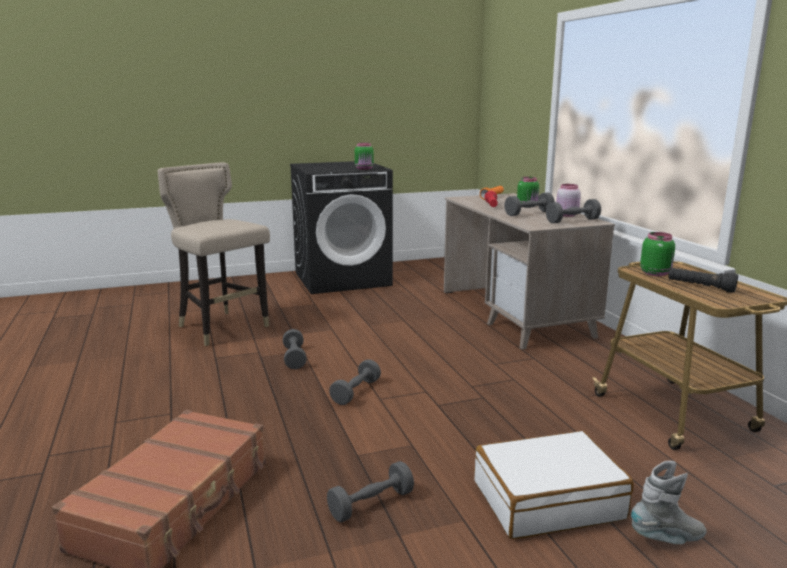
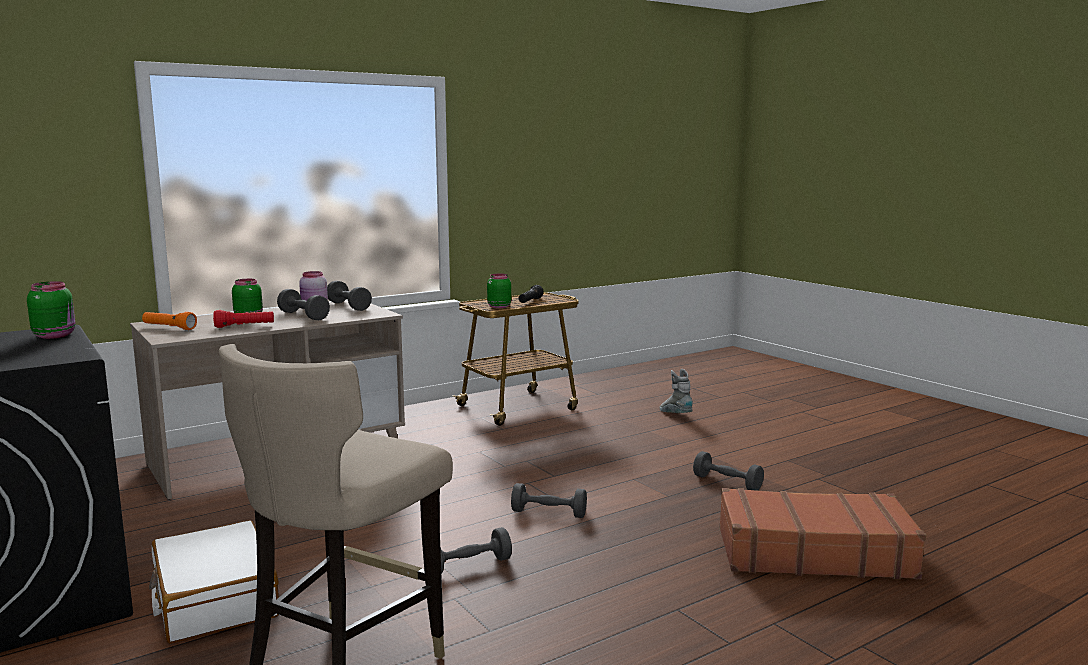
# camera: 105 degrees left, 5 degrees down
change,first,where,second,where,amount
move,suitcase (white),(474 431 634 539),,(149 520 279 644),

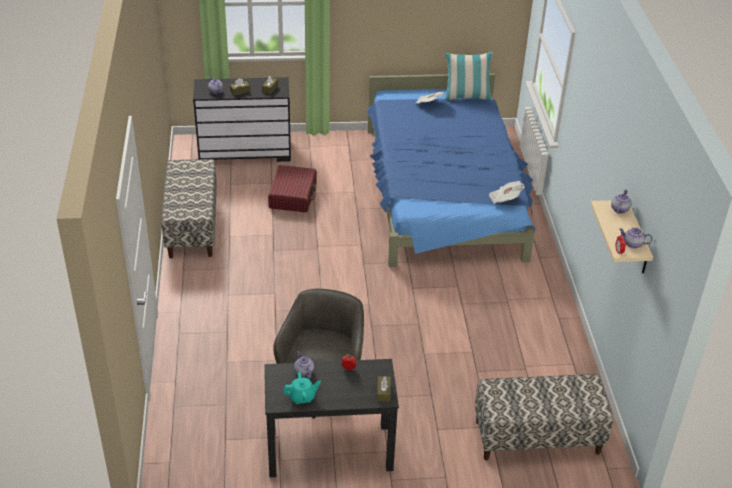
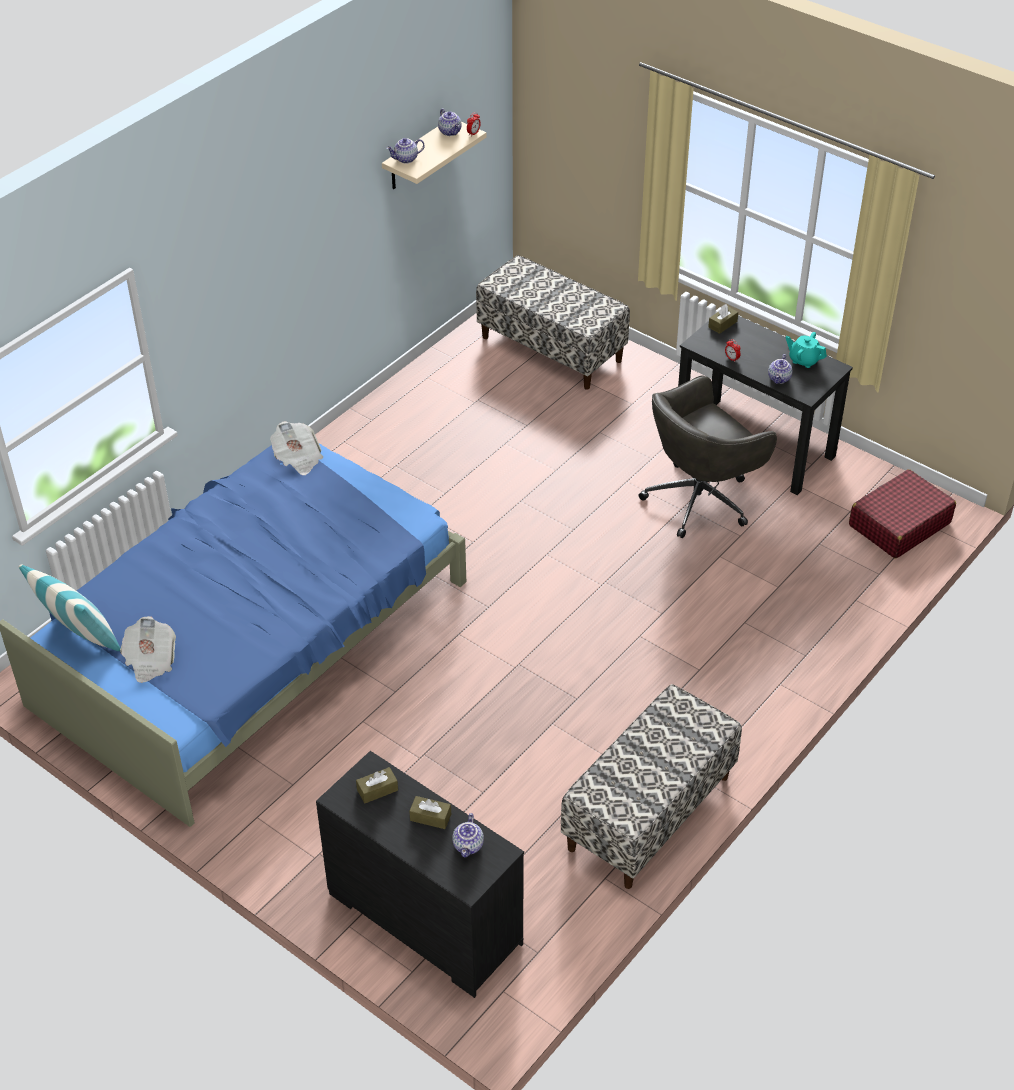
# camera: 135 degrees left, 5 degrees up
change,first,where,second,where,amount
move,suitcase (red),(268 165 317 213),,(849 469 956 558),

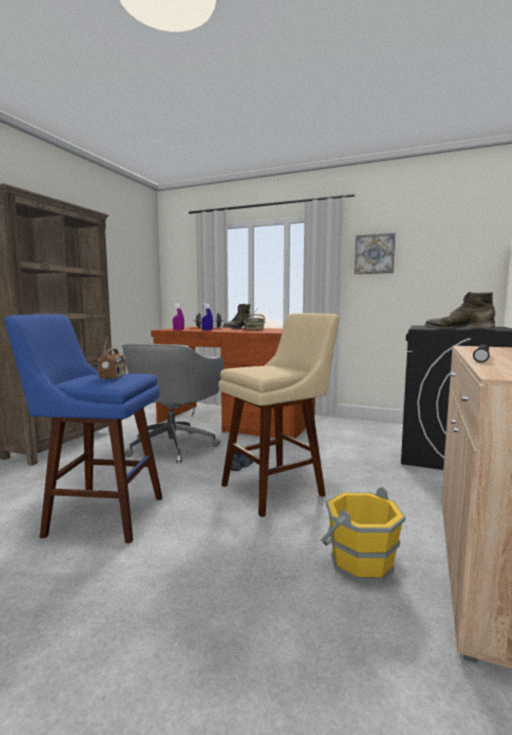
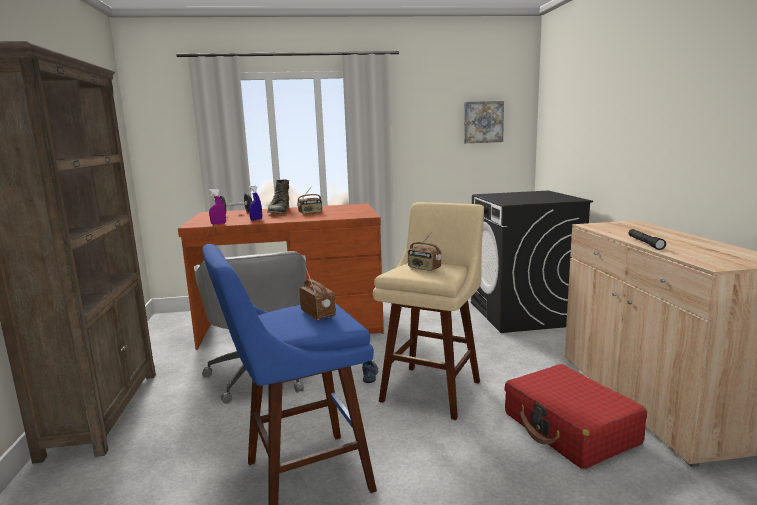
# camera: 30 degrees left, 5 degrees up
change,first,where,second,where,amount
move,picture,(354 233 395 274),,(464 101 504 143),
delete,boot (green),(424 292 495 330),,,
replace,bucket (yellow),(321 487 406 582),suitcase (red),(504 364 647 469),
insert,,,radio,(408 232 441 271),

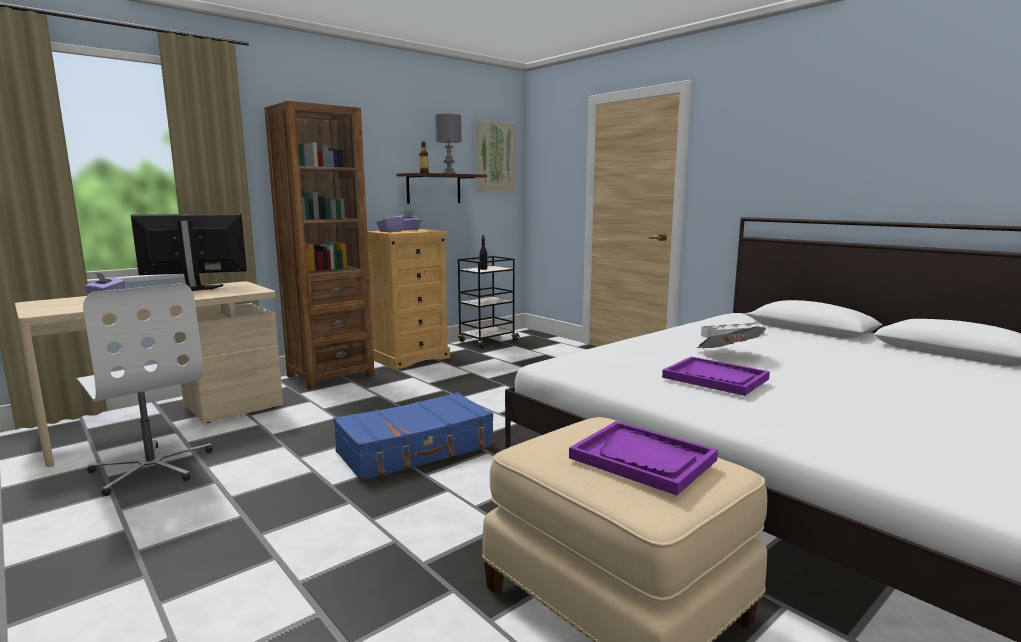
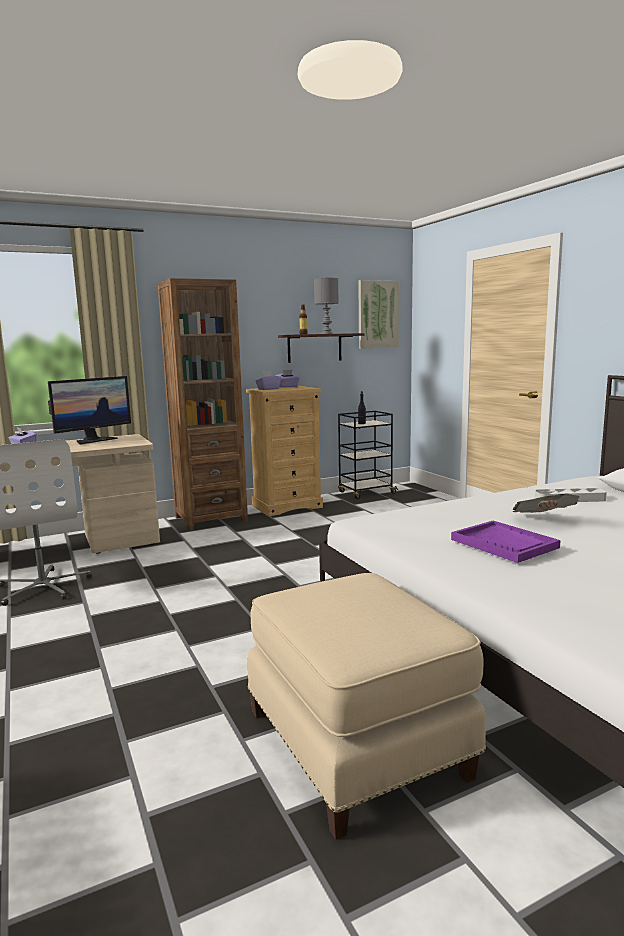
# camera: 15 degrees right, 0 degrees up
change,first,where,second,where,amount
rotate,monitor,(131 214 247 291),,(48 376 131 444),135 degrees clockwise
delete,suitcase (blue),(333 392 494 482),,,
delete,tray (purple),(569 421 718 496),,,

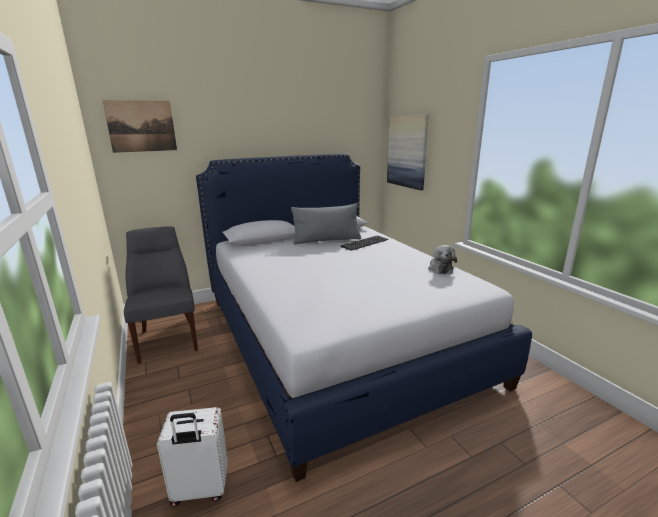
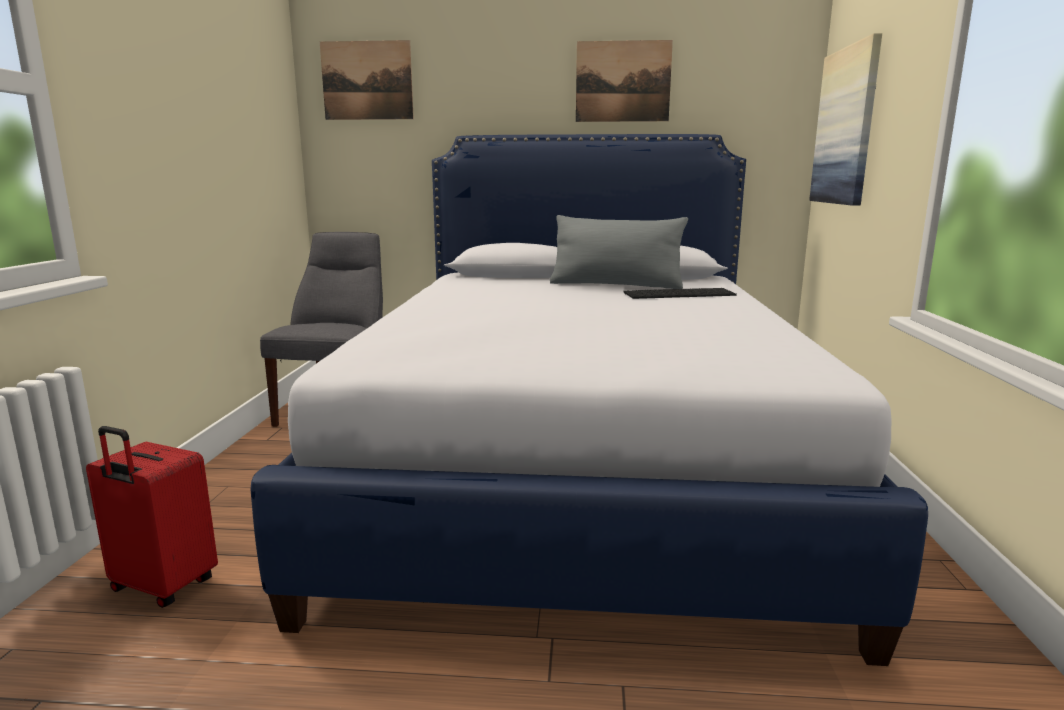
# camera: 30 degrees right, 5 degrees down
change,first,where,second,where,amount
delete,plush toy,(428 245 457 274),,,
recolor,suitcase (white),(157 407 228 507),suitcase (red),(86 426 218 608),
insert,,,picture,(576 40 673 122),

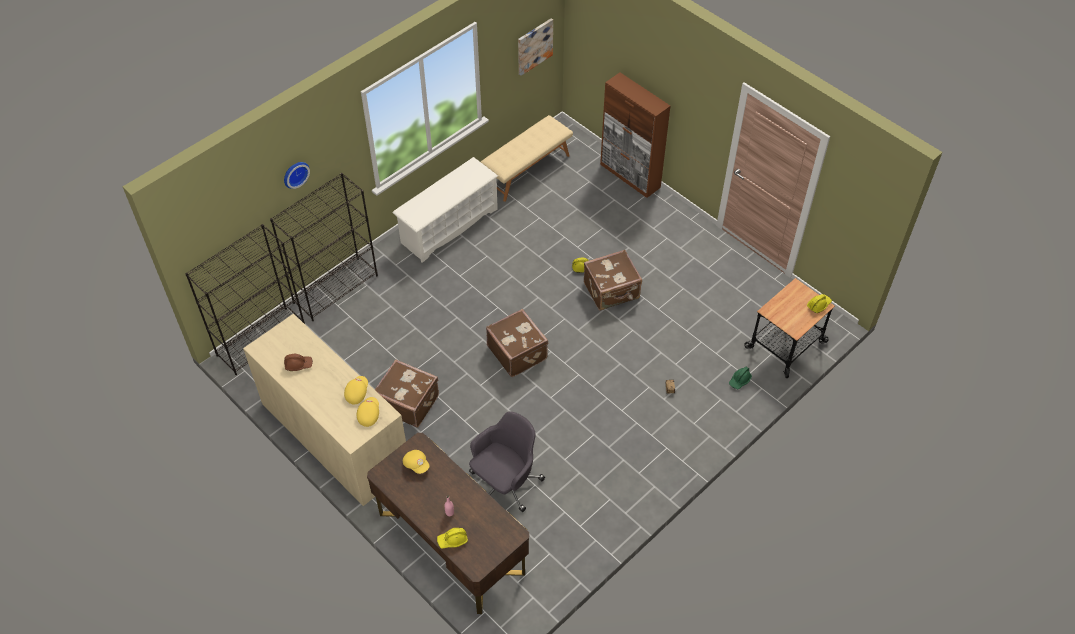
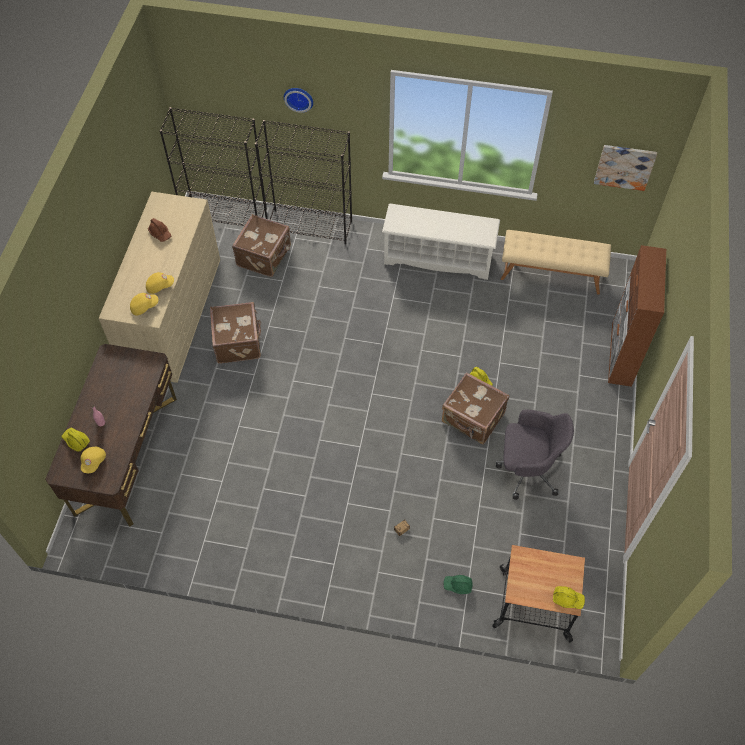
# camera: 55 degrees right, 5 degrees up
change,first,where,second,where,amount
move,suitcase (brown),(486 309 548 377),,(232 214 291 277),
move,office chair (grey),(469 411 545 512),,(496 410 574 500),
move,cap (yellow),(403 450 429 474),,(81 447 106 473),

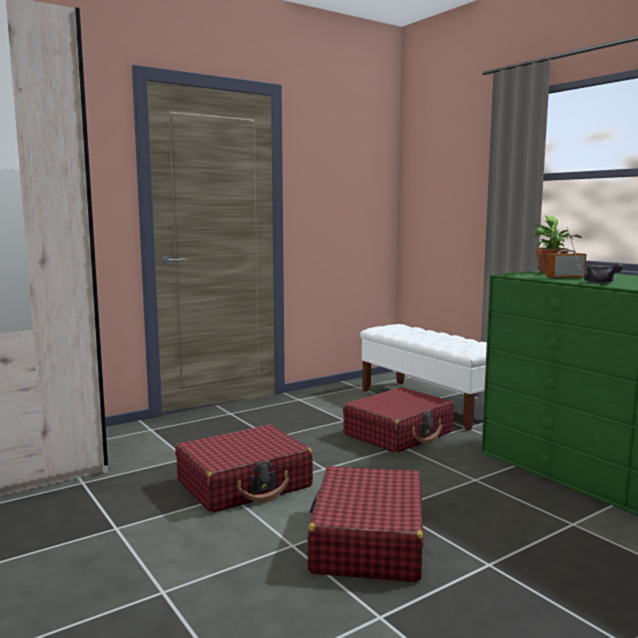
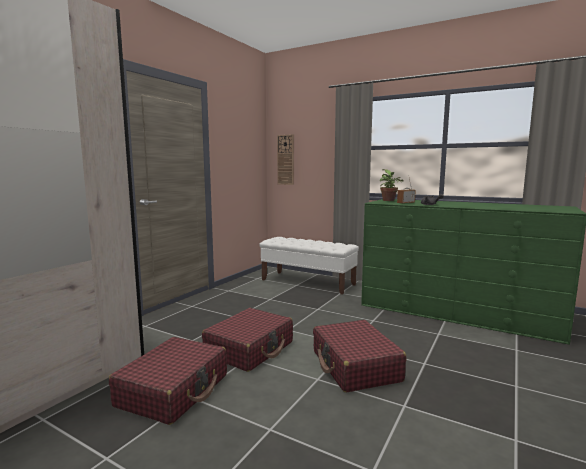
# camera: 25 degrees left, 0 degrees up
change,first,where,second,where,amount
move,suitcase (red),(343 387 454 453),,(109 337 227 425),
insert,,,wall clock,(277 134 294 185),

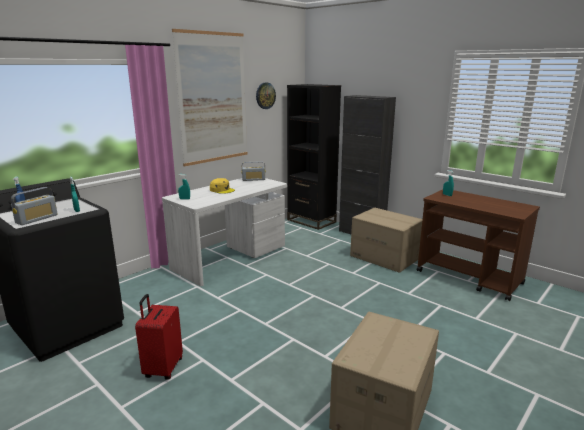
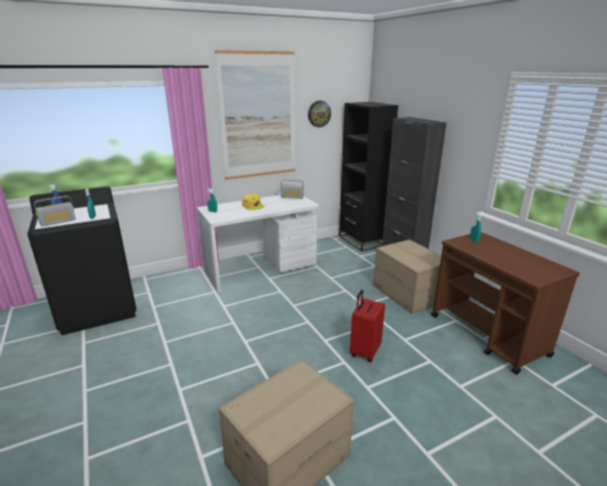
# camera: 20 degrees right, 5 degrees up
change,first,where,second,where,amount
move,suitcase (red),(135 294 183 380),,(350 290 385 362),

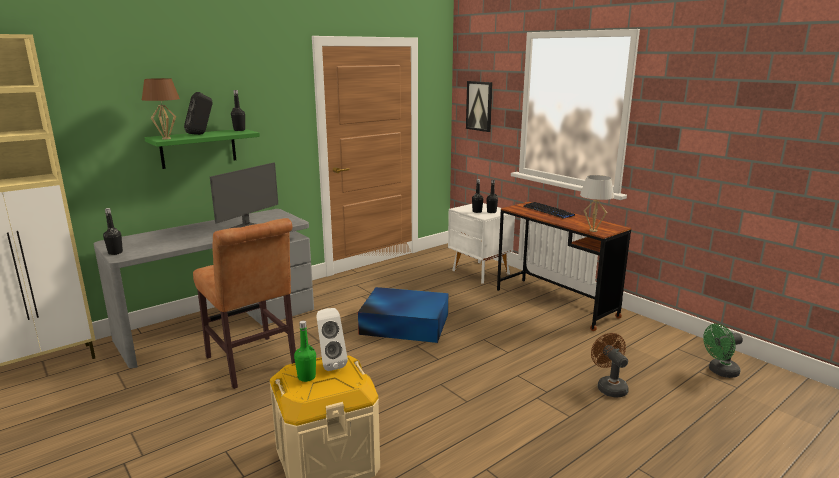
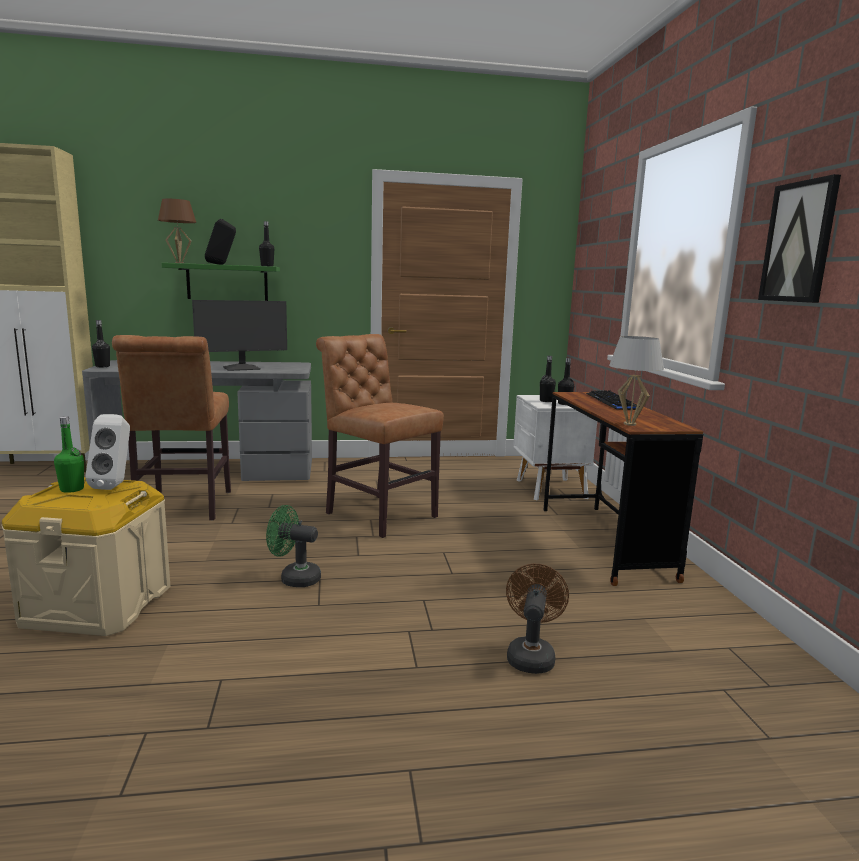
# camera: 30 degrees right, 5 degrees down
change,first,where,second,where,amount
move,picture,(466 81 493 132),,(758 174 841 303),
replace,storage box (blue),(358 287 448 343),chair (brown),(316 334 444 538),
move,fan (green),(703 323 743 378),,(266 505 321 587),

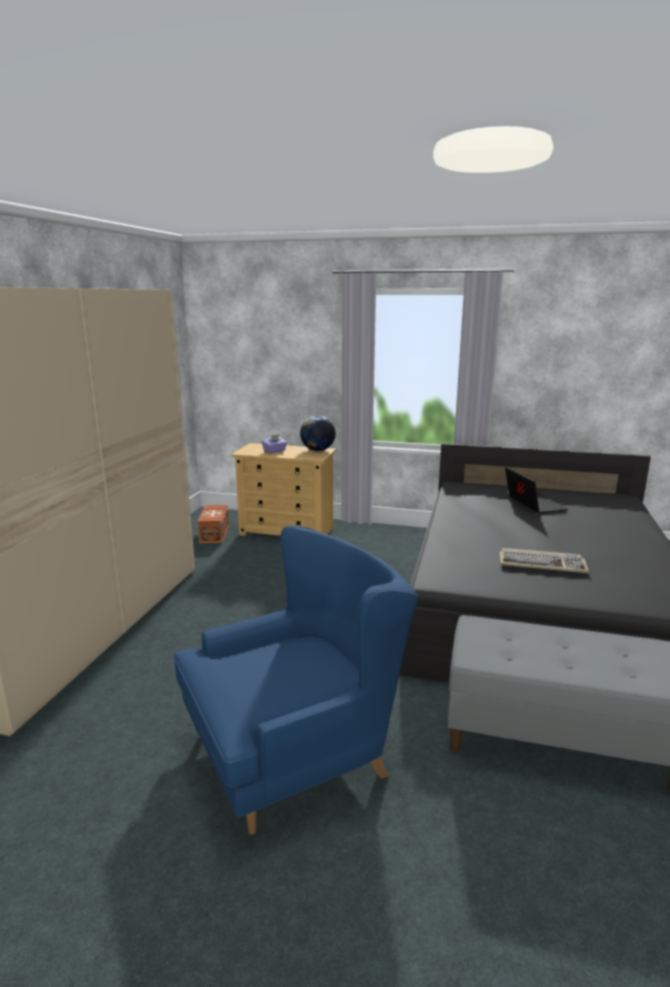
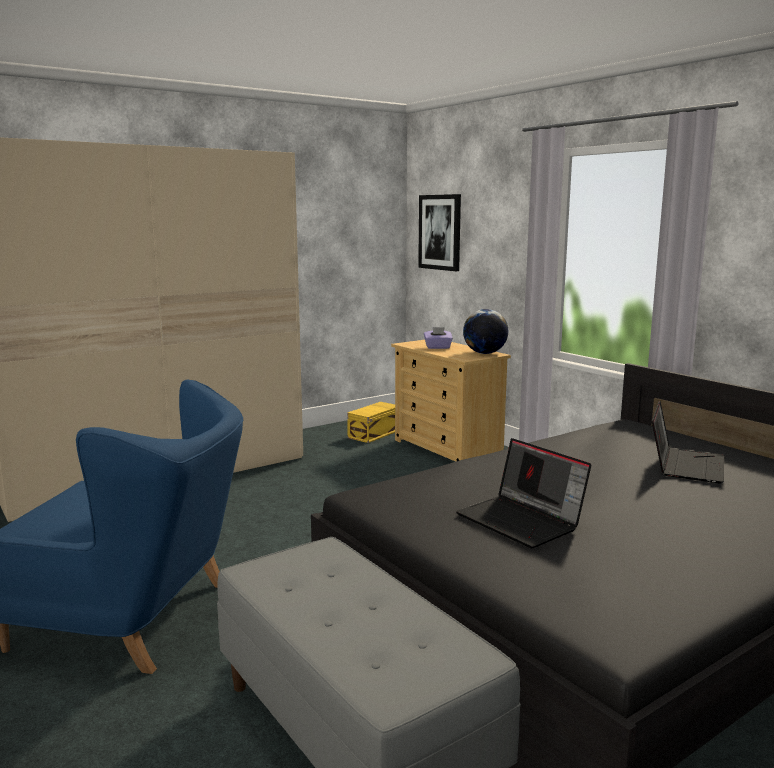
# camera: 40 degrees right, 5 degrees down
change,first,where,second,where,amount
recolor,storage box (brown),(197 505 229 543),storage box (yellow),(347 402 395 443),
replace,keyboard,(499 548 589 573),laptop,(456 438 591 548),
insert,,,picture,(418 194 461 271),

